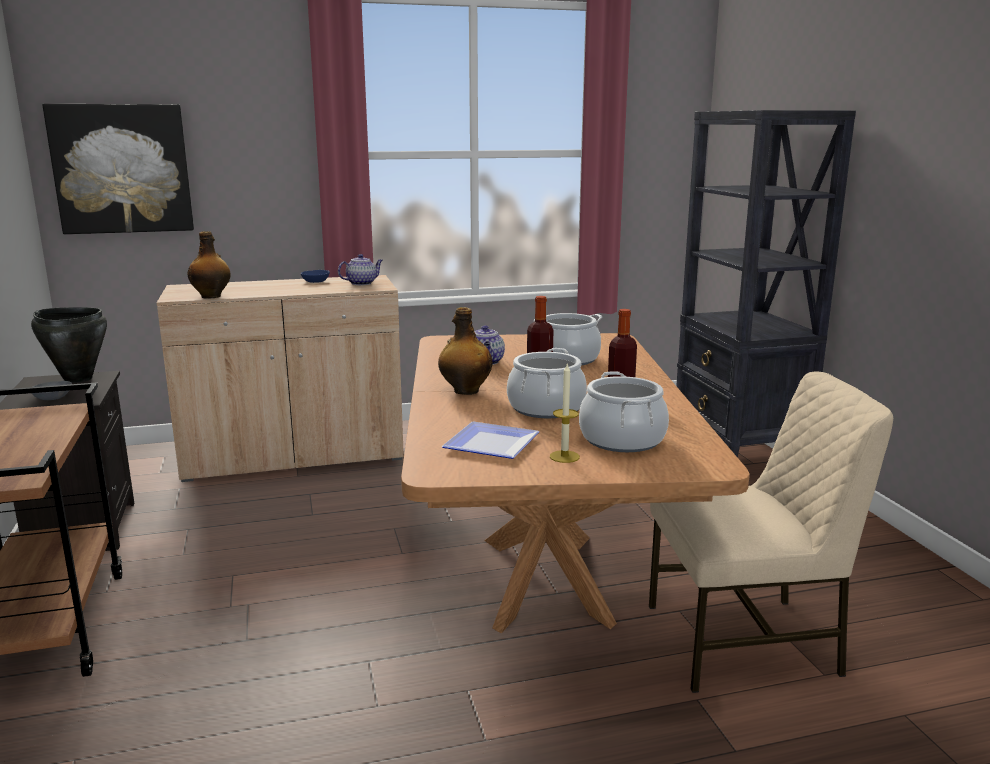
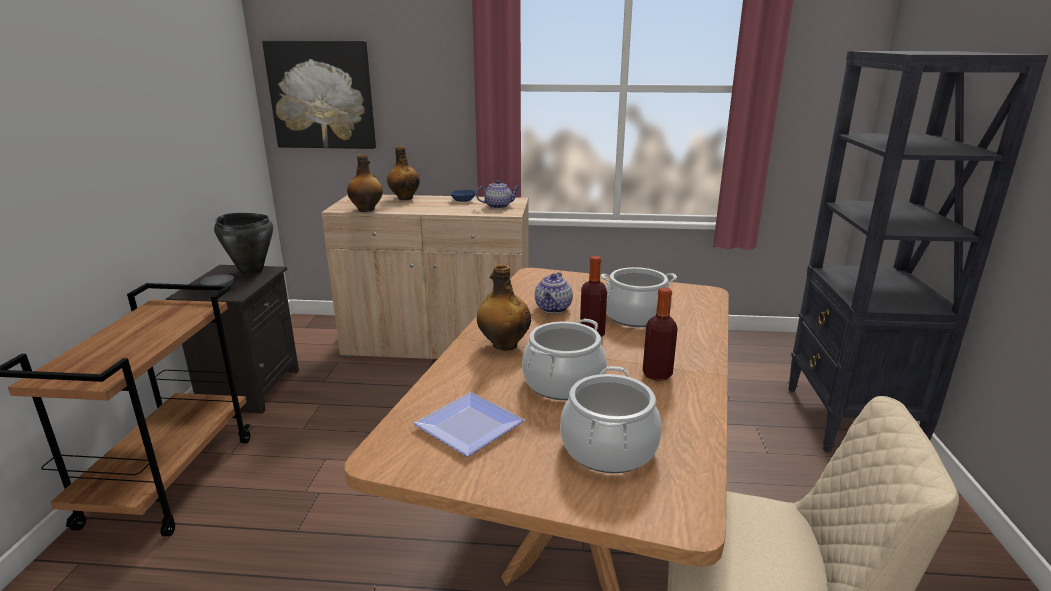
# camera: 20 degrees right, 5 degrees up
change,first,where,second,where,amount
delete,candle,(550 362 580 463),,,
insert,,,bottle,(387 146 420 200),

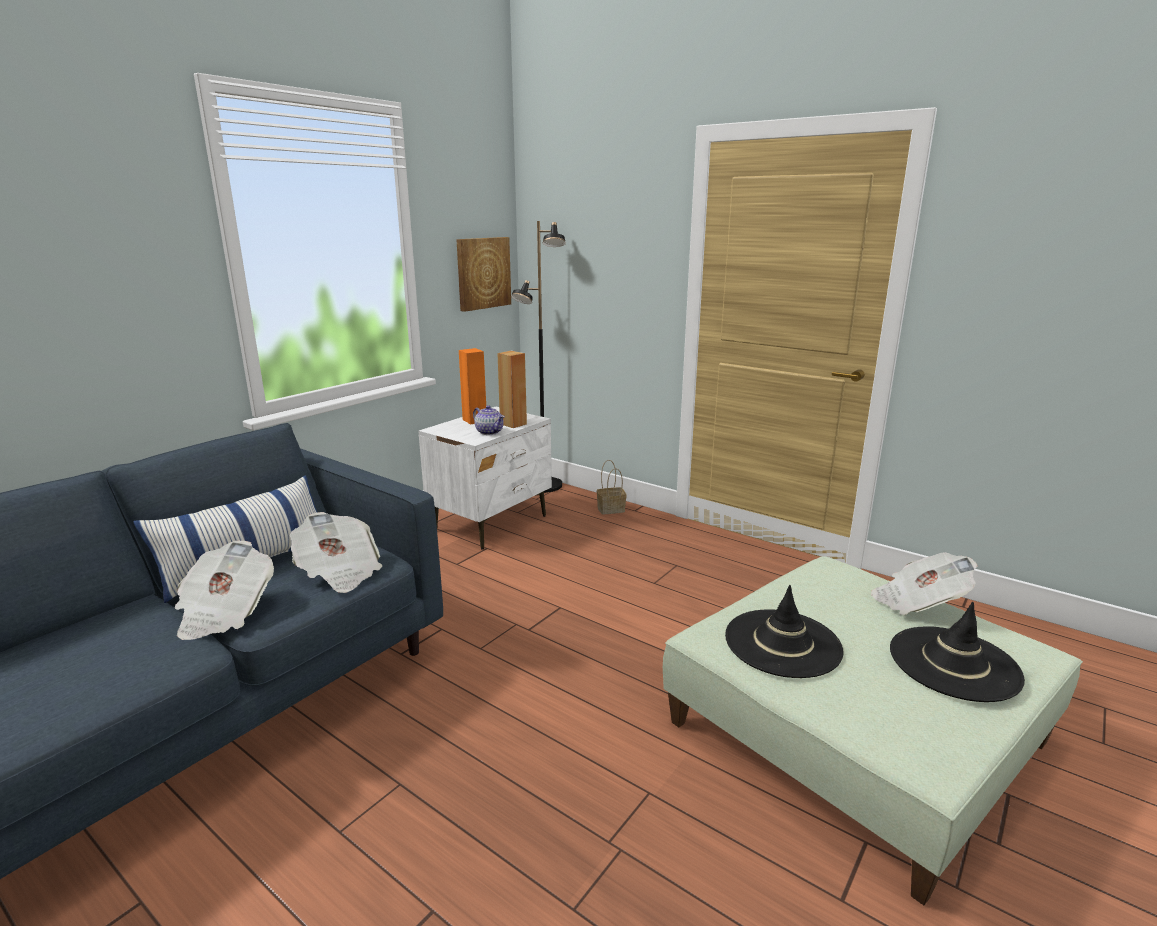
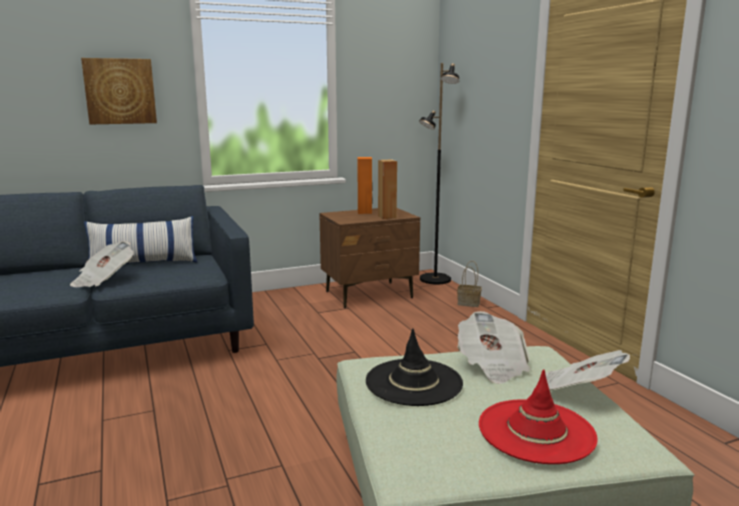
# camera: 30 degrees right, 5 degrees down
change,first,where,second,where,amount
move,picture,(456 237 511 312),,(81 58 157 124),
delete,teapot,(473 405 505 435),,,
recolor,nightstand (white),(418 407 552 549),nightstand (brown),(319 208 420 308),
move,newspaper,(290 512 382 593),,(457 311 531 384),
recolor,hat (black),(890 602 1025 702),hat (red),(479 369 598 464),

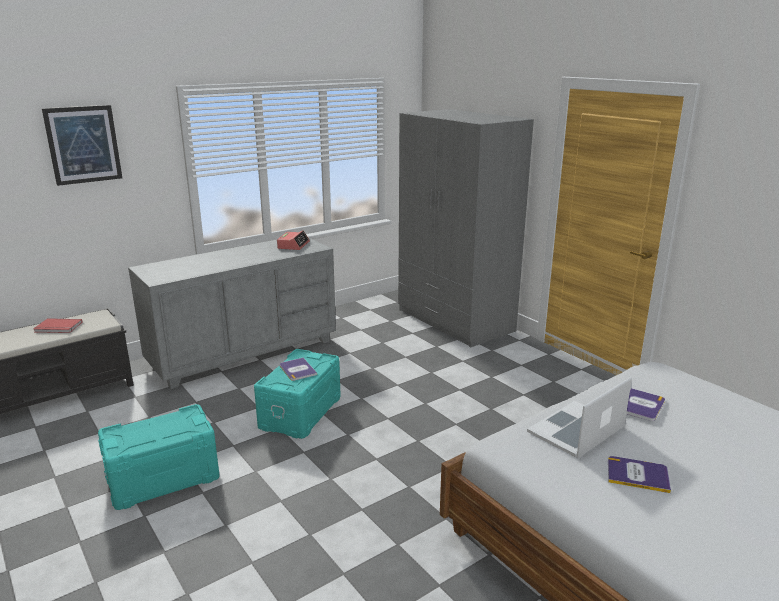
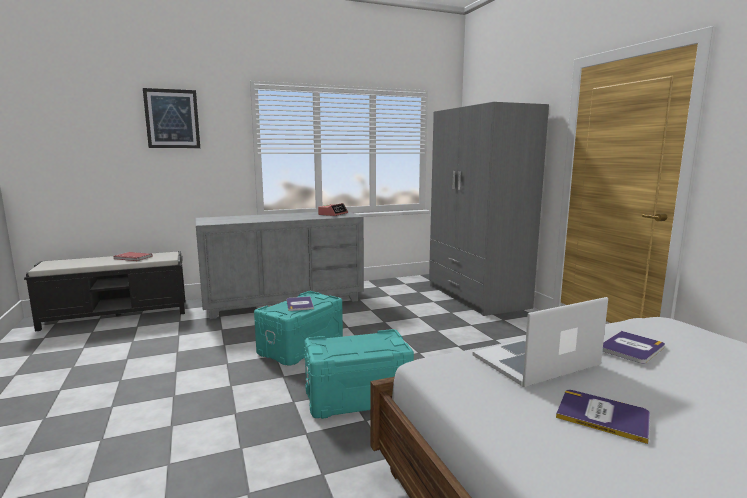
# camera: 15 degrees right, 10 degrees down
change,first,where,second,where,amount
move,storage box (turquoise),(98 404 219 510),,(304 329 414 419),

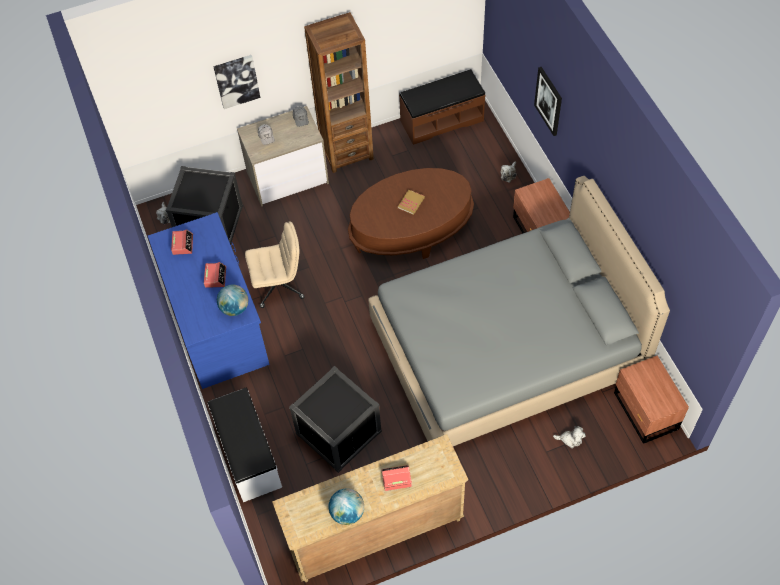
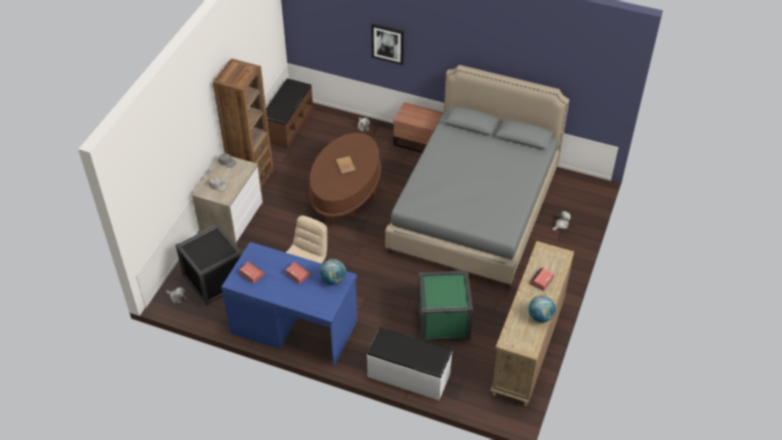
# camera: 50 degrees left, 10 degrees down
change,first,where,second,where,amount
delete,picture,(213 55 260 109),,,
delete,nightstand (brown),(614 355 689 444),,,
recolor,storage box (black),(289 366 382 473),storage box (green),(418 270 473 341),

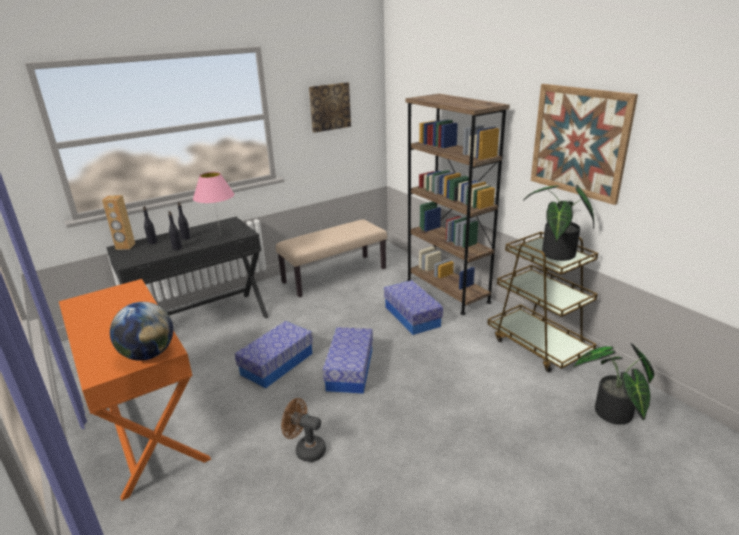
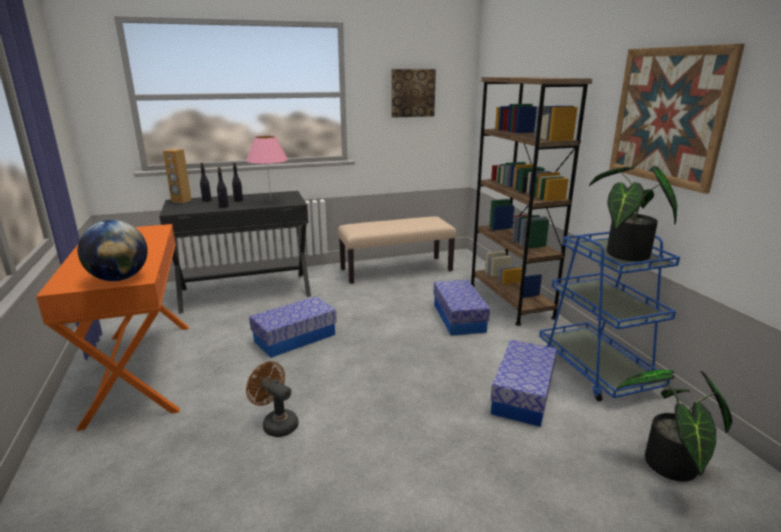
# camera: 15 degrees right, 5 degrees down
change,first,where,second,where,amount
recolor,cart (brown),(487 232 598 372),cart (blue),(539 232 680 401),
move,storage box,(323 327 373 394),,(490 339 557 427),

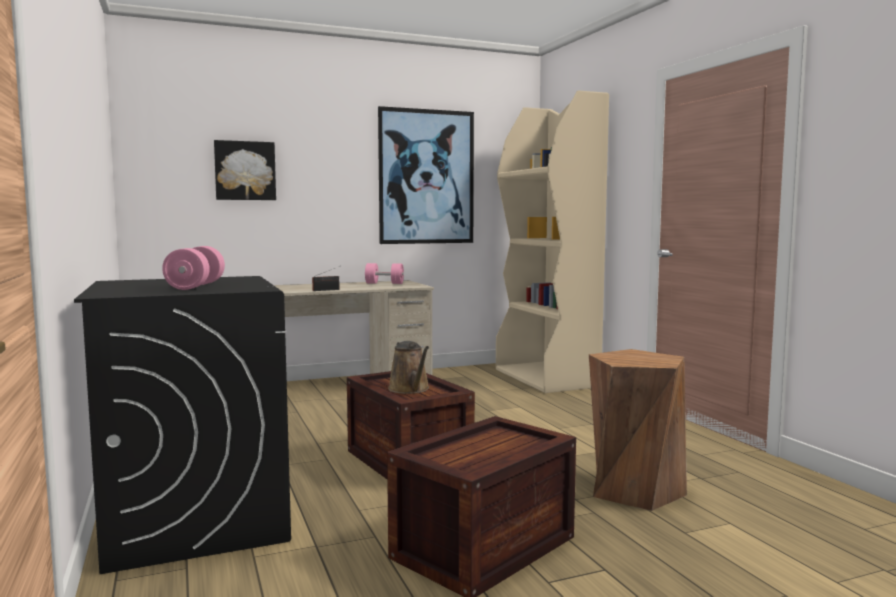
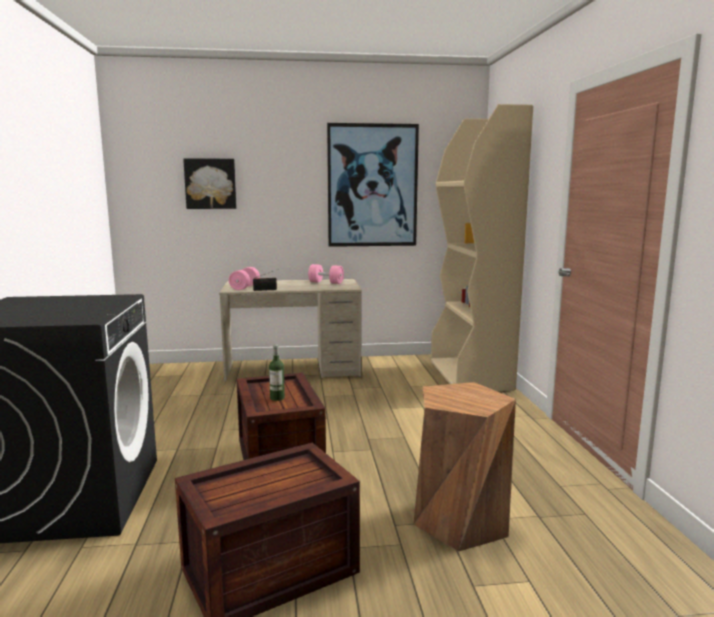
# camera: 15 degrees right, 5 degrees up
change,first,where,second,where,amount
move,dumbbell (pink),(162 246 225 290),,(229 267 260 290),
replace,watering can (brown),(388 341 430 394),bottle,(269 345 285 401),

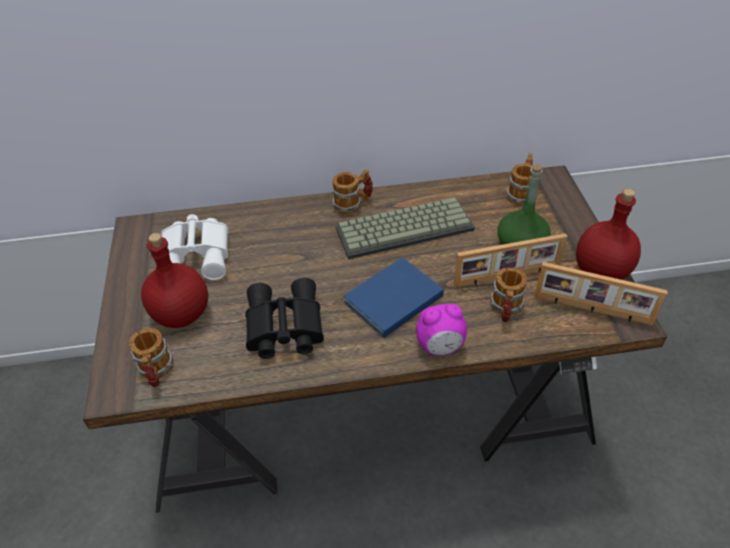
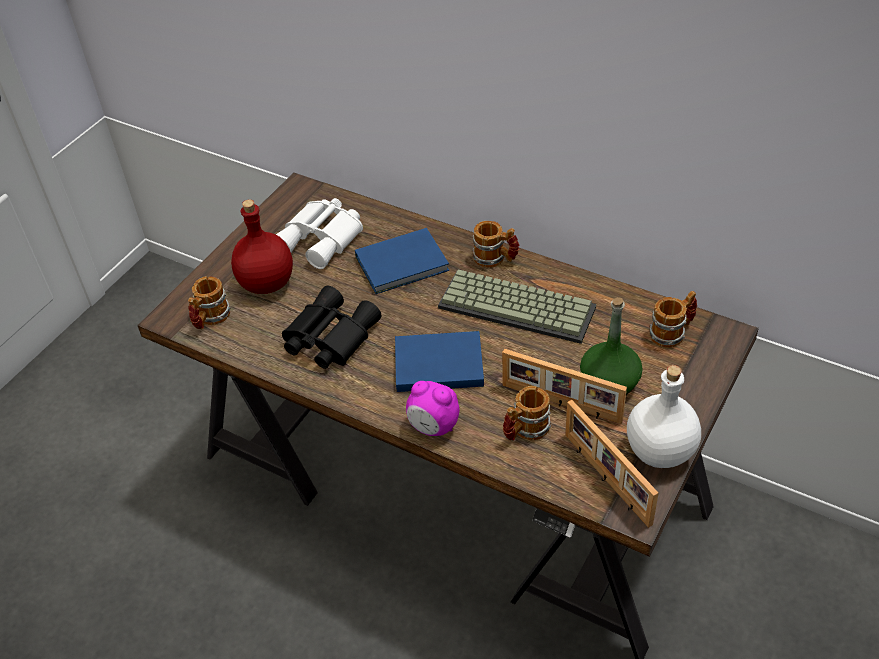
# camera: 40 degrees right, 0 degrees up
change,first,where,second,where,amount
recolor,bottle (red),(576 188 641 280),bottle (white),(627 365 701 468),
insert,,,book (blue),(355 228 449 294),

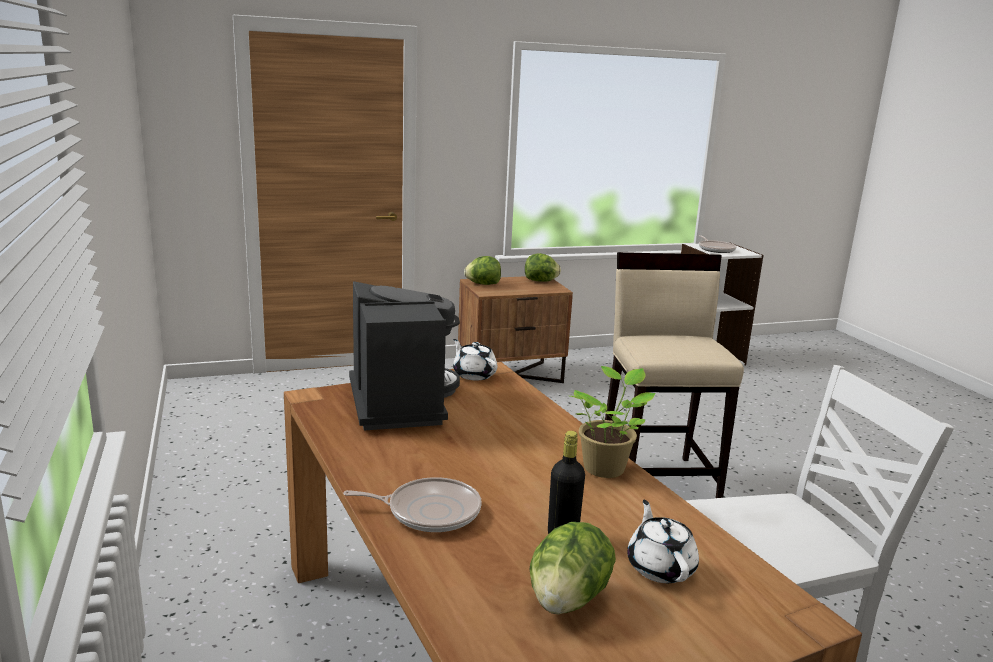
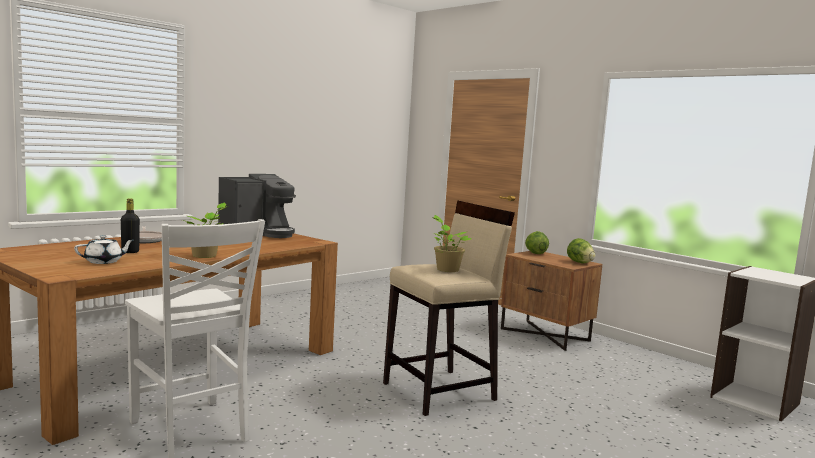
# camera: 65 degrees right, 10 degrees down
change,first,where,second,where,amount
delete,frying pan,(699 235 737 253),,,
delete,teapot (white),(453 339 497 381),,,
delete,lettuce,(530 522 616 615),,,
insert,,,potted plant,(432 215 472 272),

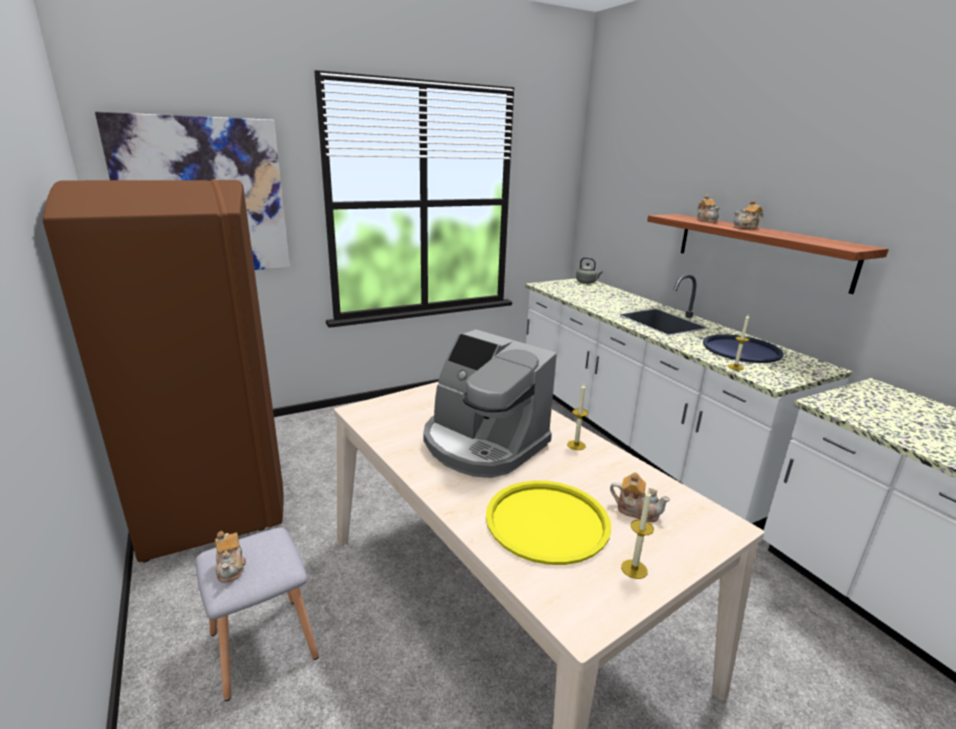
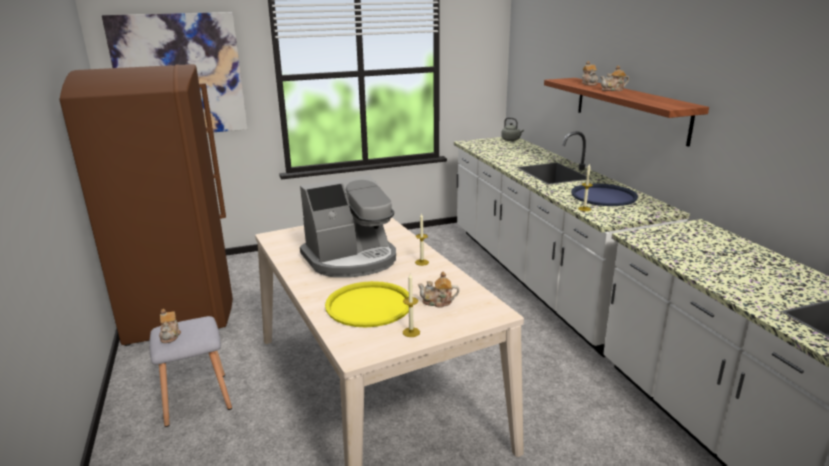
# camera: 10 degrees right, 0 degrees up
change,first,where,second,where,amount
rotate,coffee machine,(423 329 557 478),,(300 175 396 278),75 degrees counterclockwise
rotate,teapot,(610 472 670 522),,(418 271 459 308),150 degrees clockwise

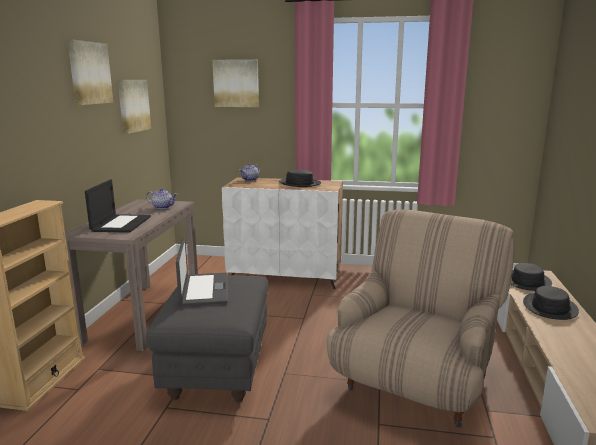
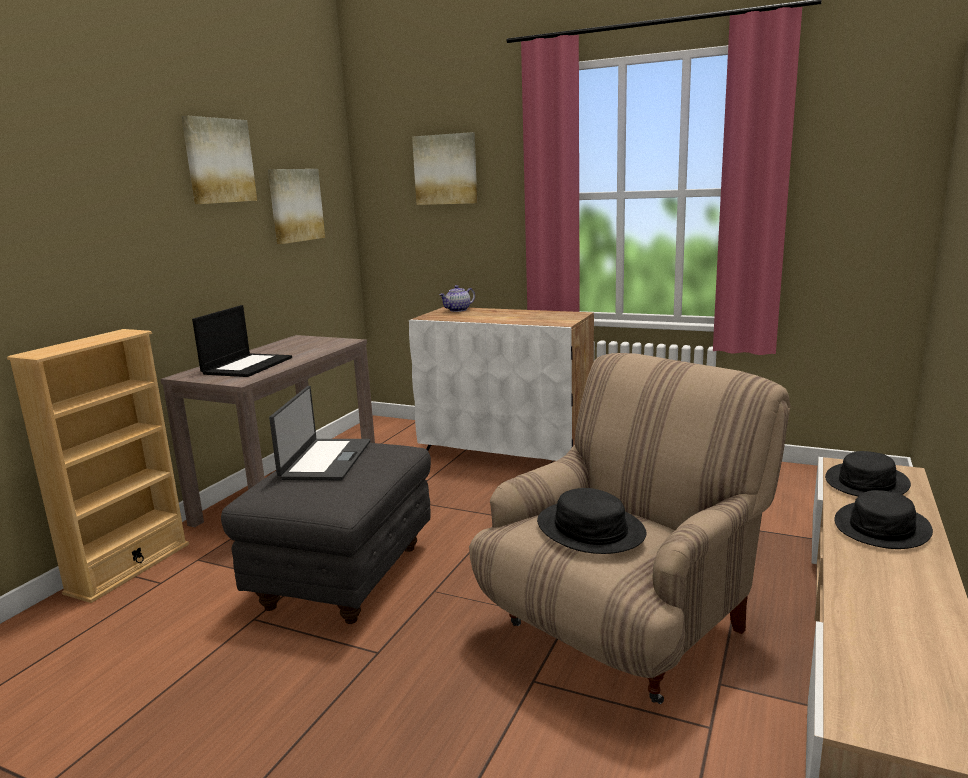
# camera: 15 degrees right, 0 degrees up
change,first,where,second,where,amount
move,hat (black),(279 170 321 187),,(537 488 647 554),
delete,teapot,(146 188 177 209),,,

